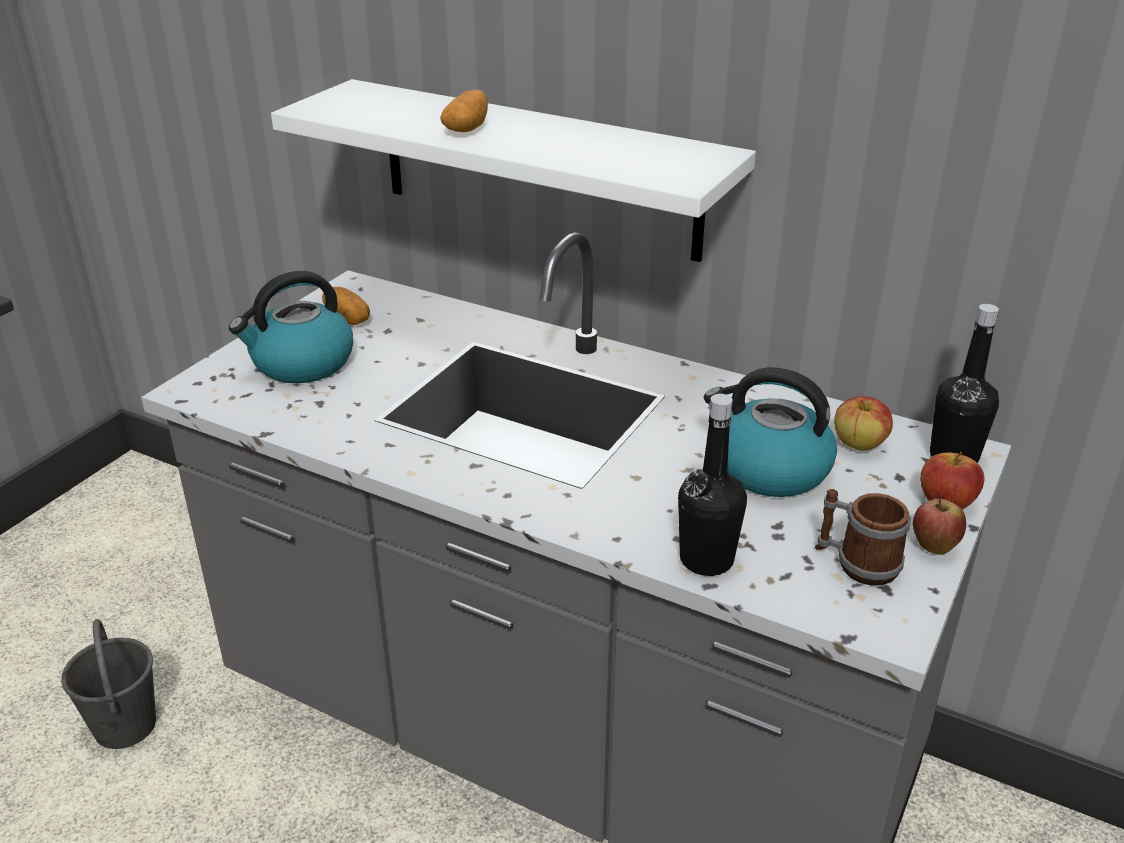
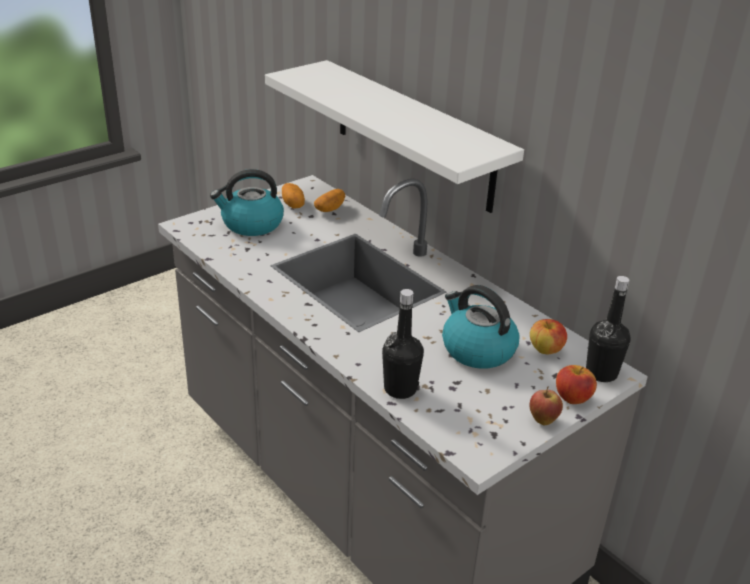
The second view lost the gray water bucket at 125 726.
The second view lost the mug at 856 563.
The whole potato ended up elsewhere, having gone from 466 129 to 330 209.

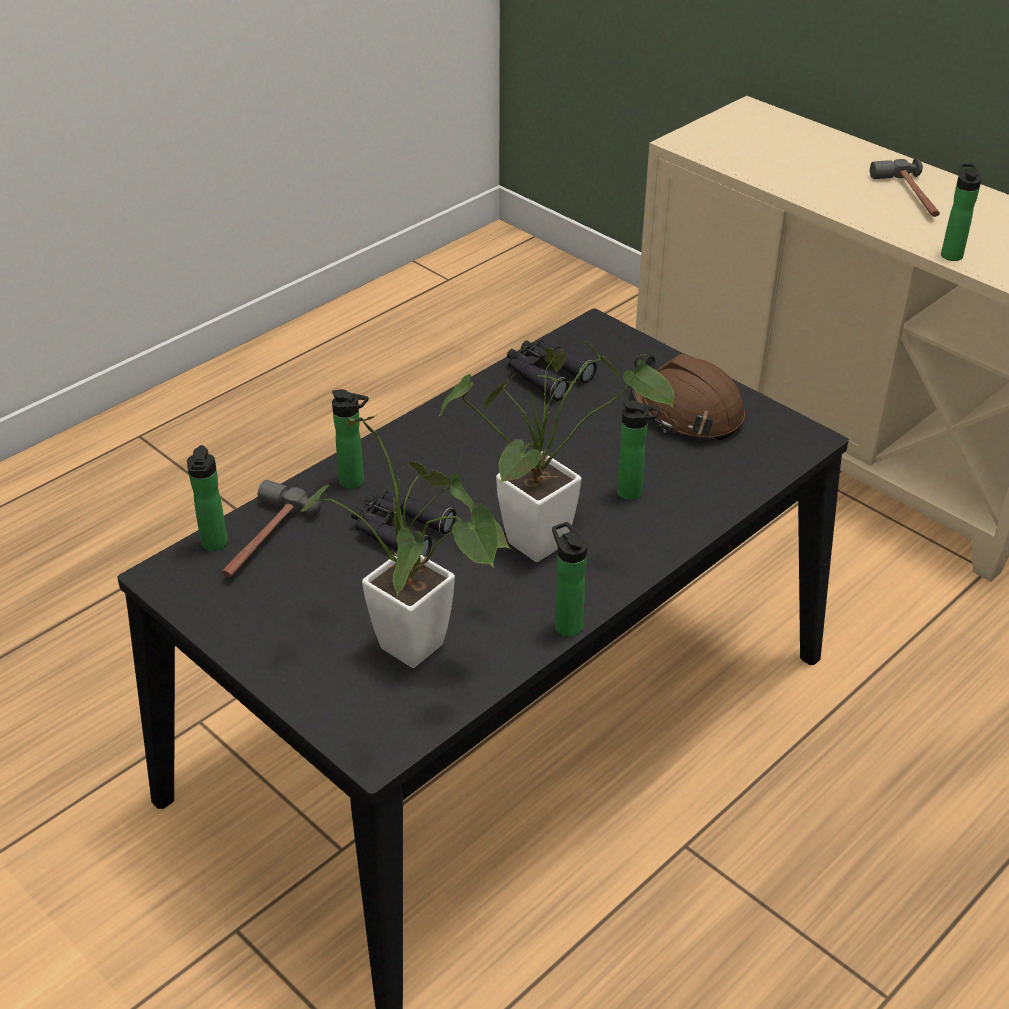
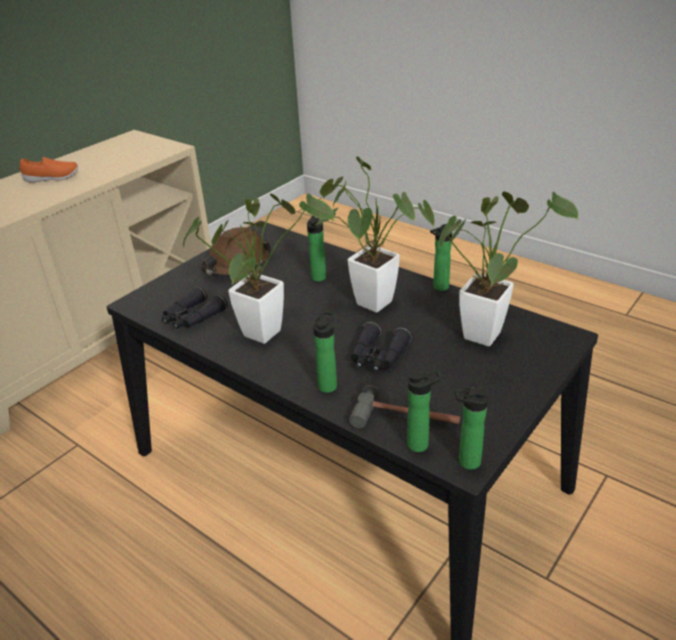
The second view gained the houseplant at 268 329.
The beverage bottle ended up elsewhere, having gone from 951 254 to 466 462.
Where the tool hammer stood at 910 197, the orangey shoe came to stand at 52 178.

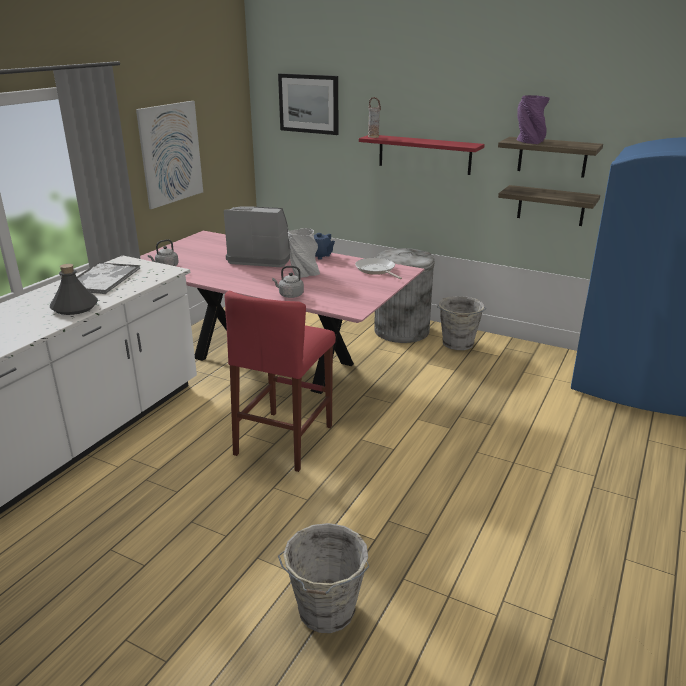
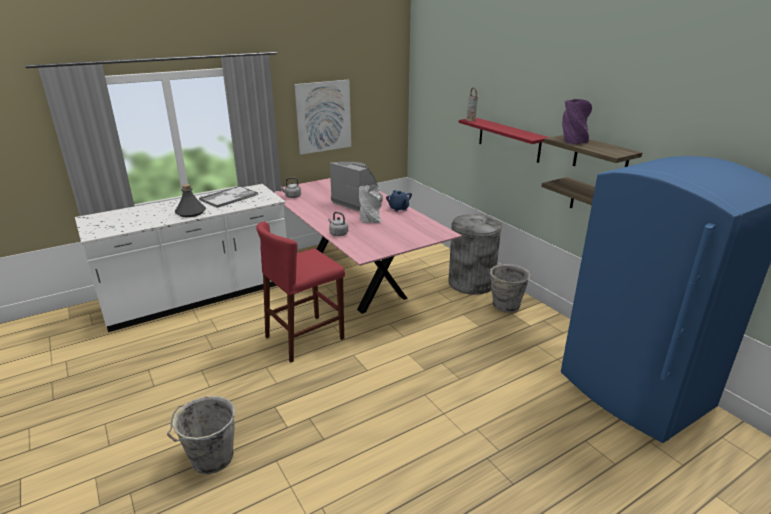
The second view lost the wall art at 309 103.
The second view lost the skillet at 376 270.

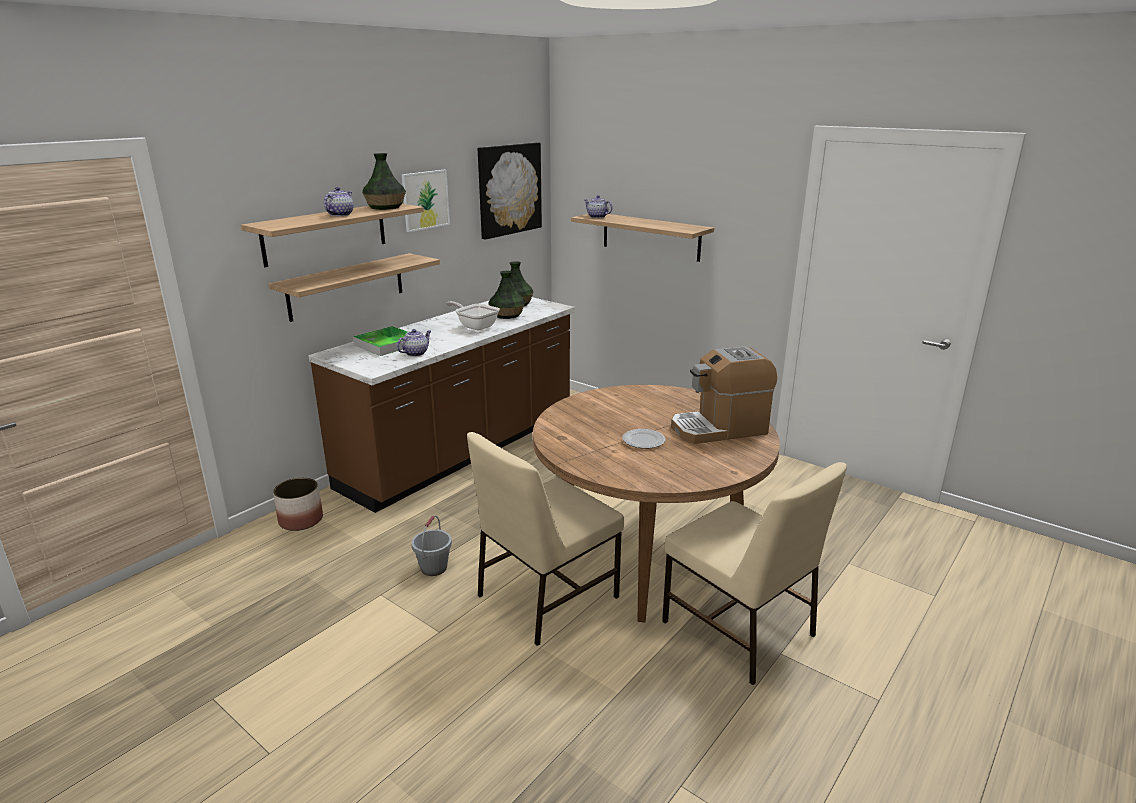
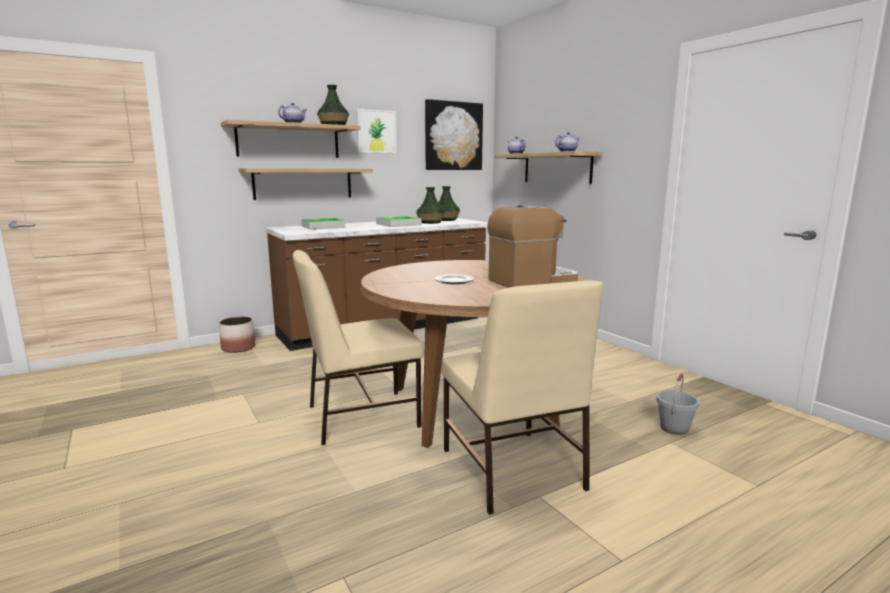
The teapot ended up elsewhere, having gone from 415 353 to 567 152.
The gray water bucket ended up elsewhere, having gone from 433 568 to 674 428.
Where the skillet stood at 475 326, the carrying tray came to stand at 398 224.
The coffee maker at 719 428 ended up facing another way, 150 degrees clockwise from before.

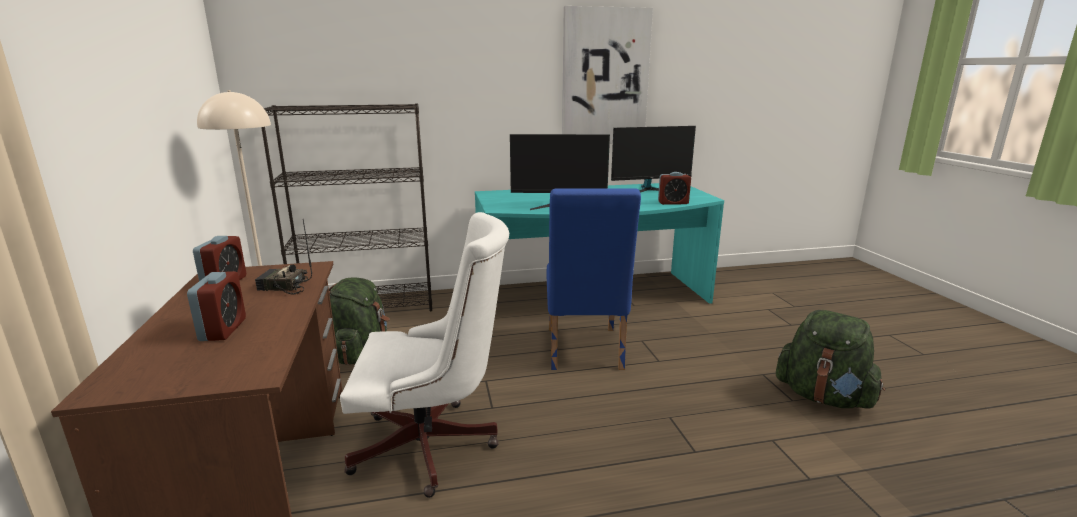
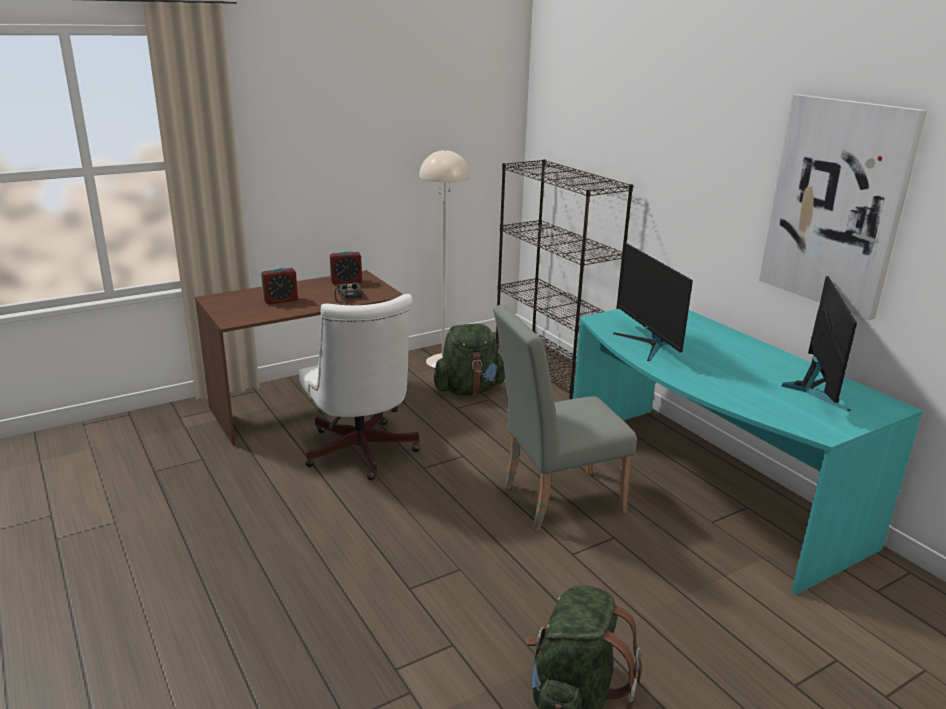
The second view lost the alarm clock at 673 203.
What was the bluish upright chair at 583 352 turned into the gray upright chair at 554 500.
The computer display at 650 190 ended up facing another way, 135 degrees counterclockwise from before.

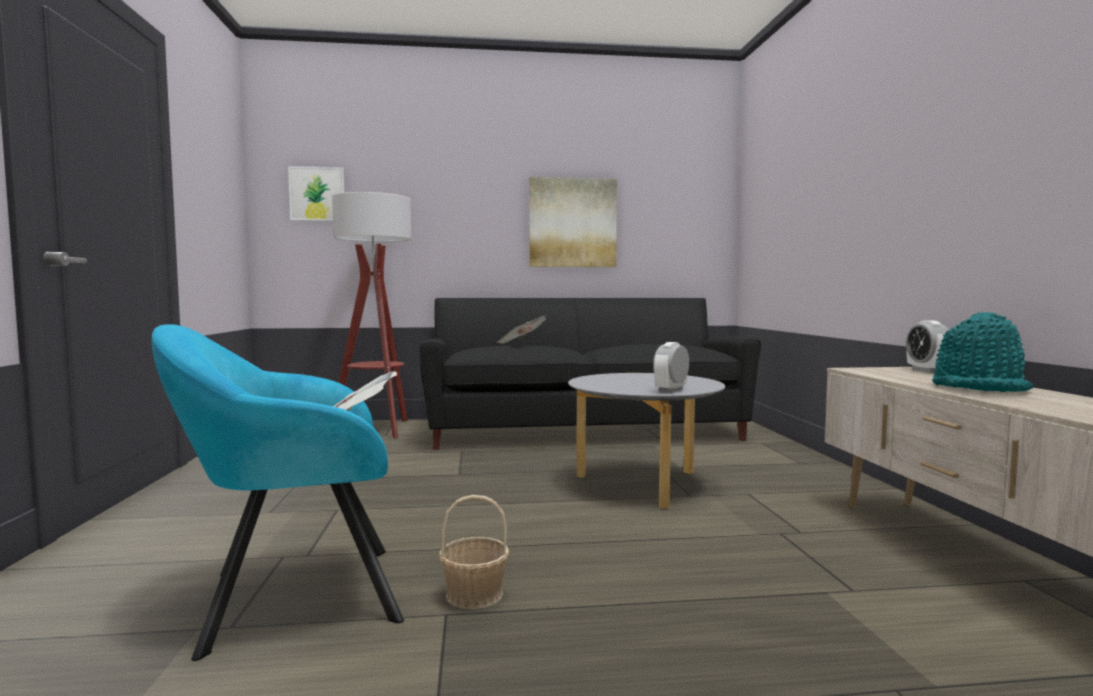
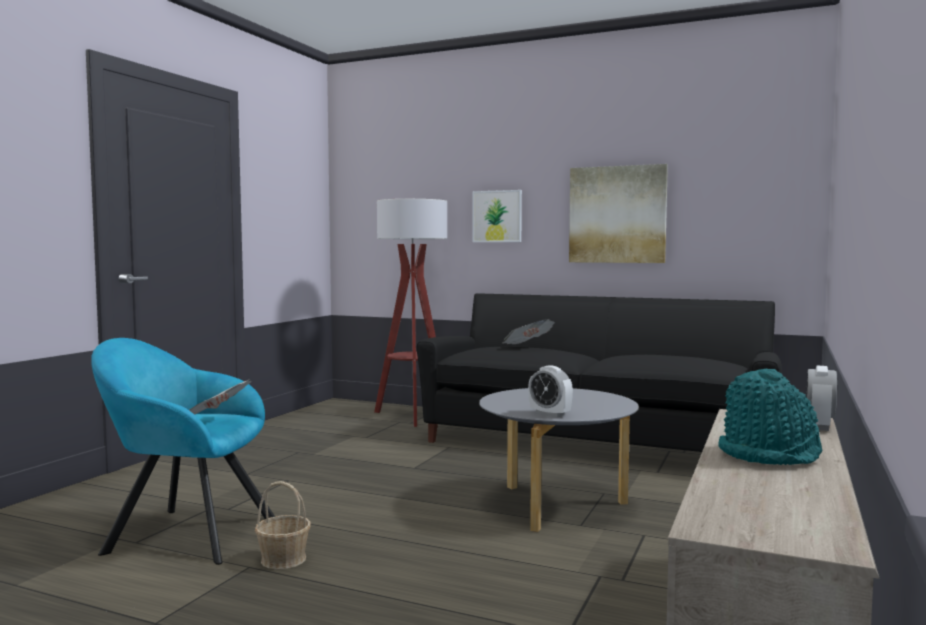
The wall art ended up elsewhere, having gone from 317 194 to 497 216.
The alarm clock at 671 390 ended up facing another way, 120 degrees counterclockwise from before.

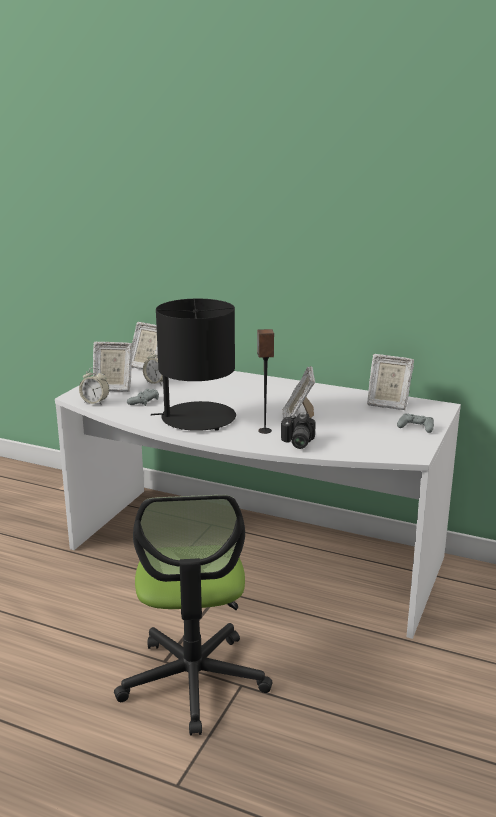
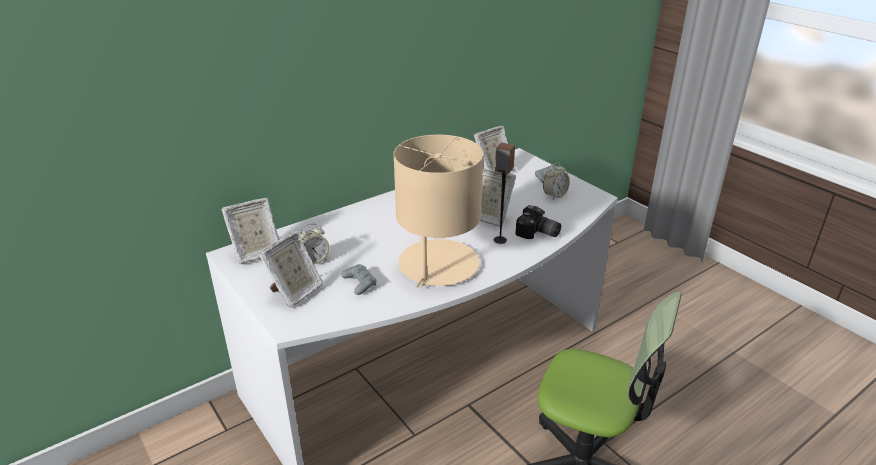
The alarm clock ended up elsewhere, having gone from 95 402 to 554 195.
What was the blackish lamp for a table at 197 418 turned into the beige lamp for a table at 438 265.

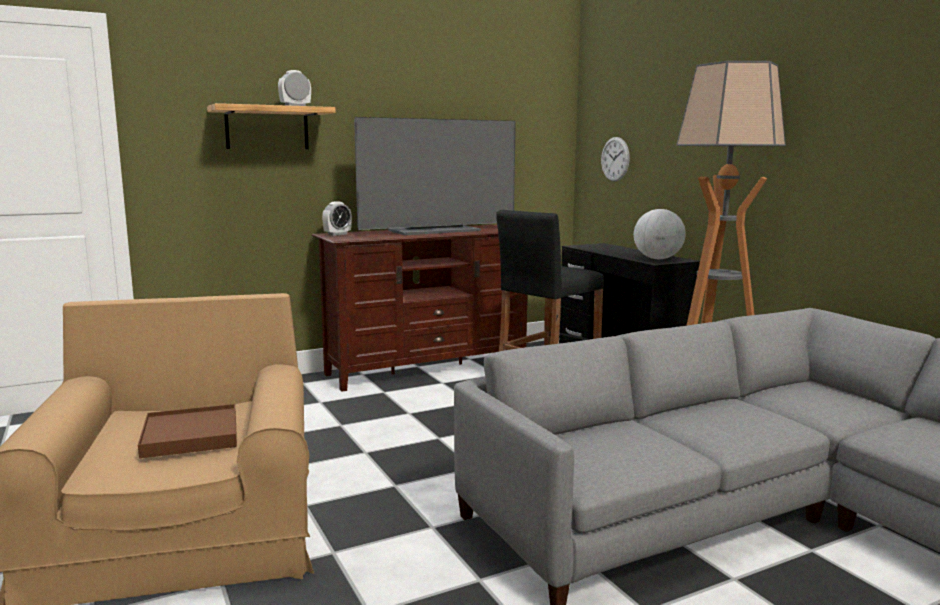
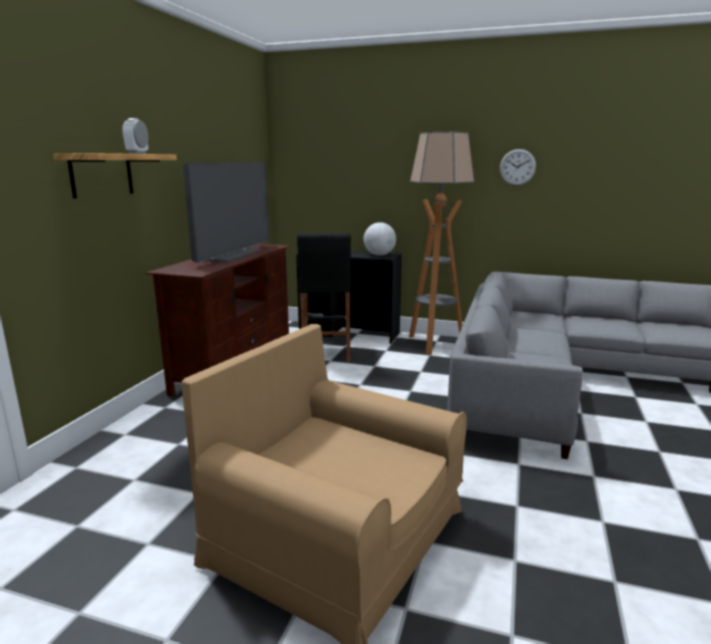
The second view lost the brownish carrying tray at 190 435.
The second view lost the alarm clock at 337 234.
The hanging clock ended up elsewhere, having gone from 615 159 to 517 167.

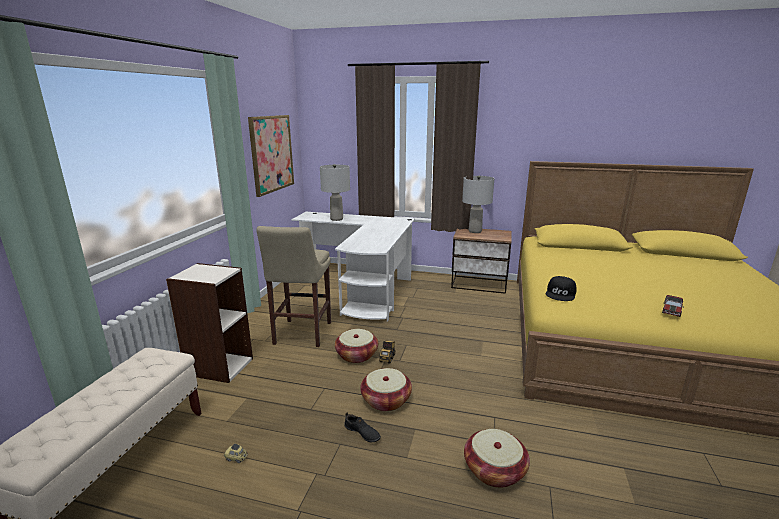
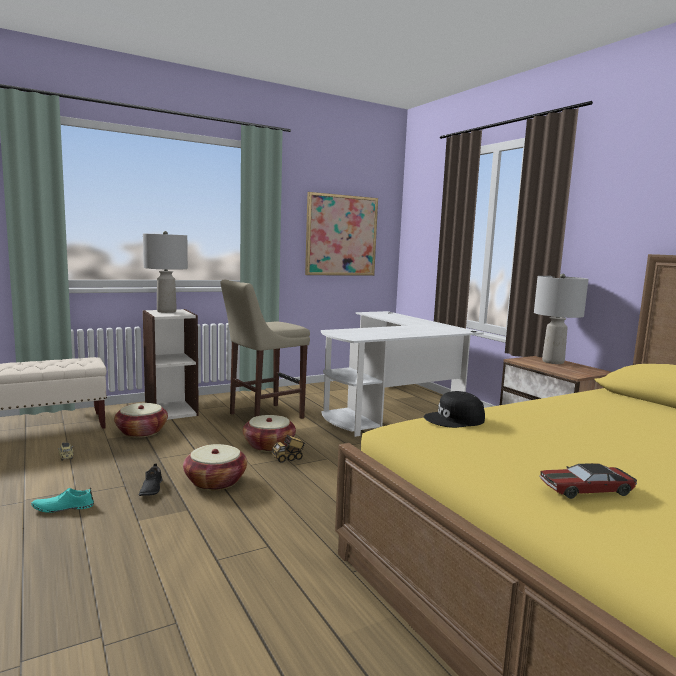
The second view gained the blue-green shoe at 63 507.
The gray lamp for a table ended up elsewhere, having gone from 337 219 to 167 311.
The household basket ended up elsewhere, having gone from 494 470 to 141 432.

